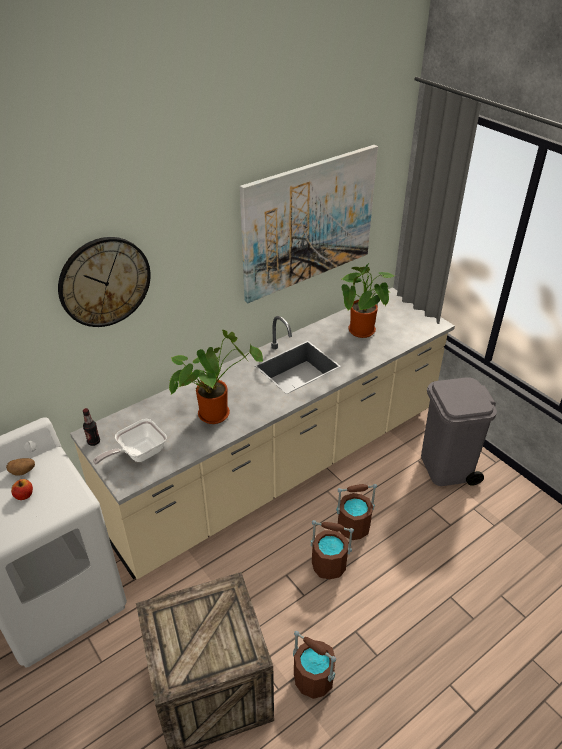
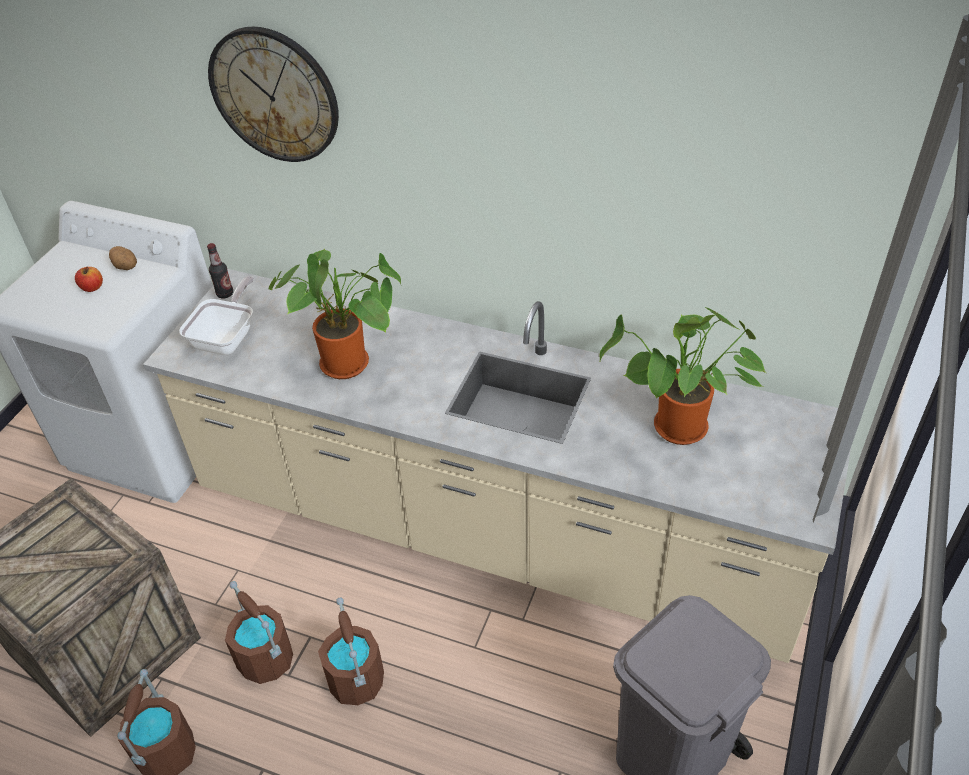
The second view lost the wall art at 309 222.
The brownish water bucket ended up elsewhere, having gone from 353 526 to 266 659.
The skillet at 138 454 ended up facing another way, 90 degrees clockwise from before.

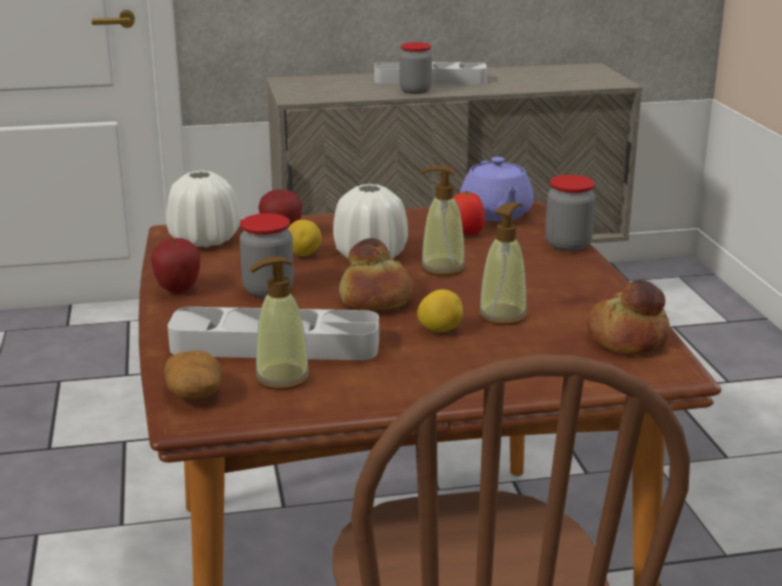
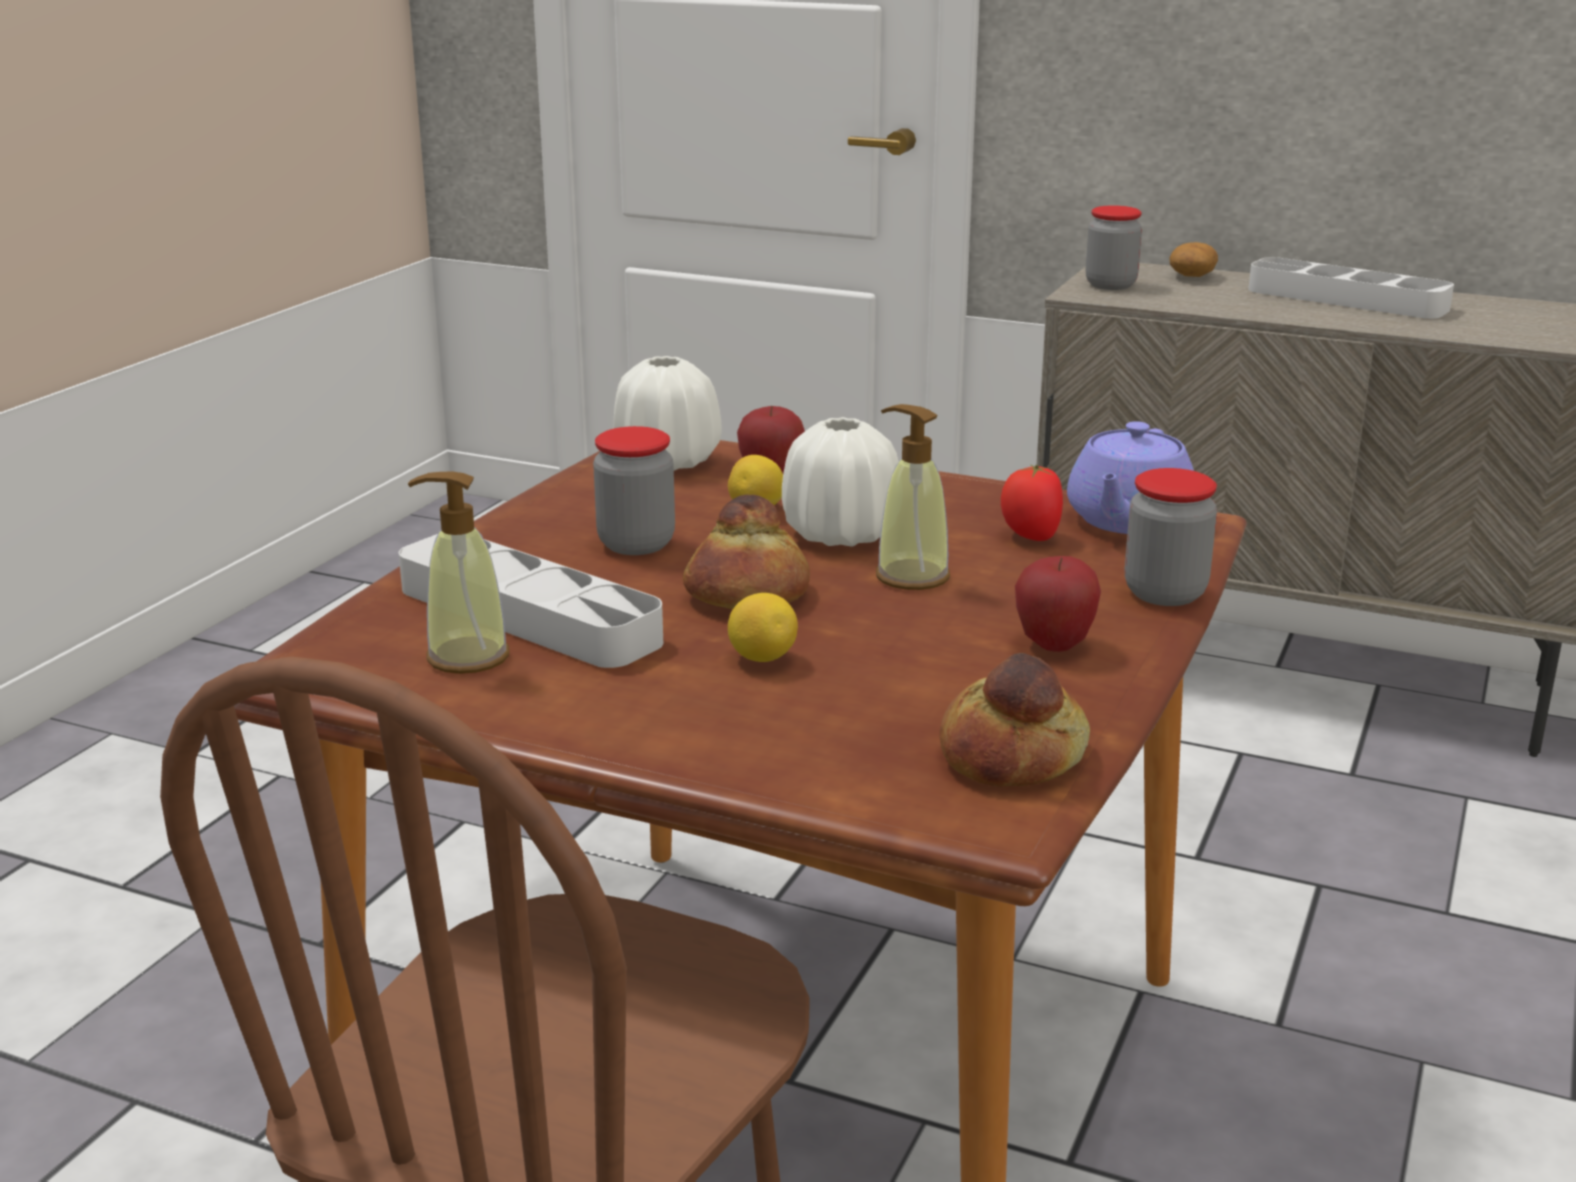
The second view lost the liquid soap bottle at 502 315.
The apple fruit ended up elsewhere, having gone from 178 290 to 1054 645.
The whole potato ended up elsewhere, having gone from 195 394 to 1191 276.
The storage jar ended up elsewhere, having gone from 415 91 to 1110 285.

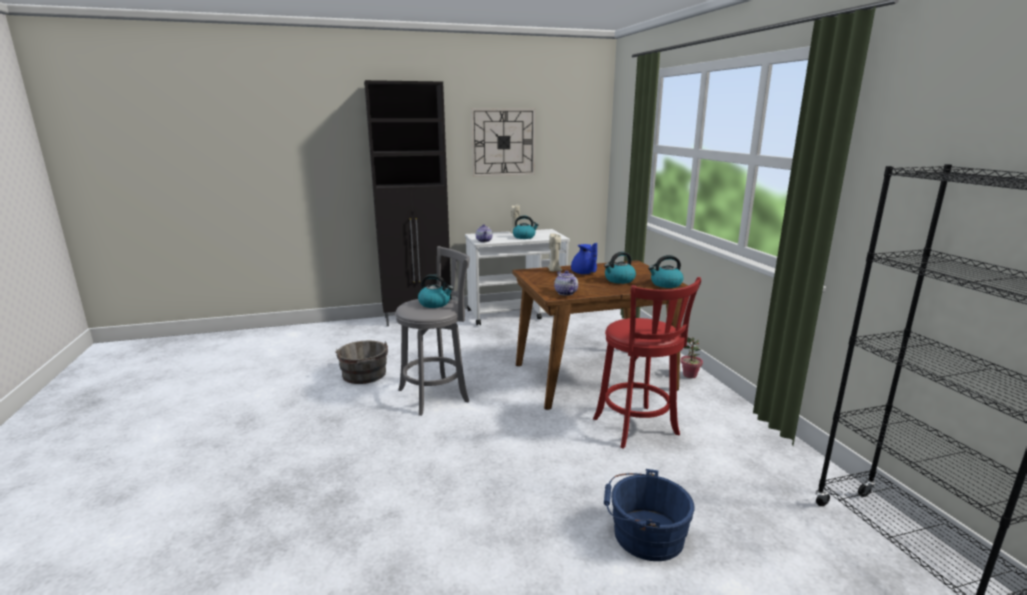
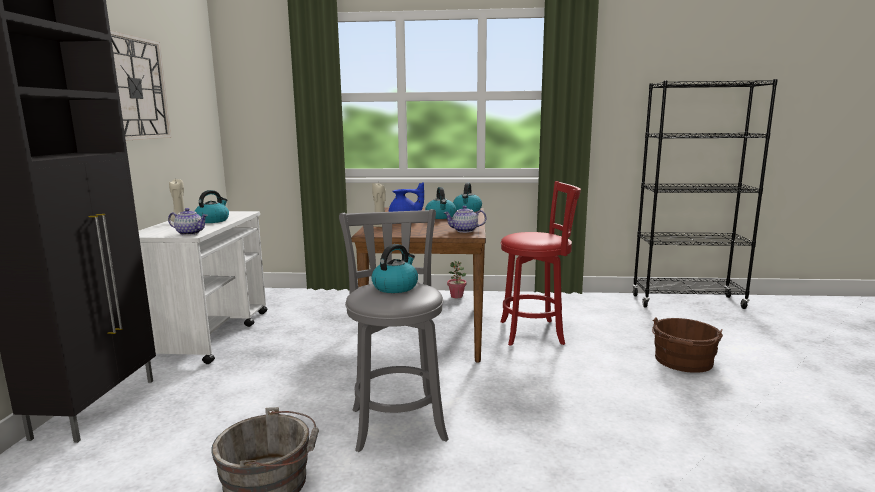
What was the bluish water bucket at 644 534 turned into the brownish water bucket at 683 362.

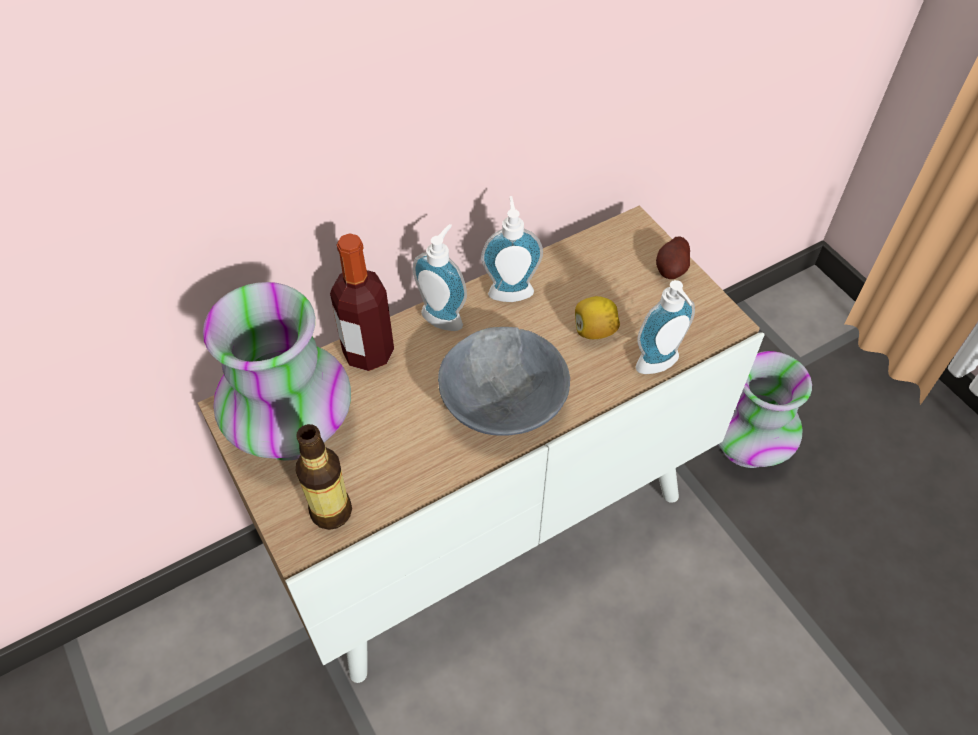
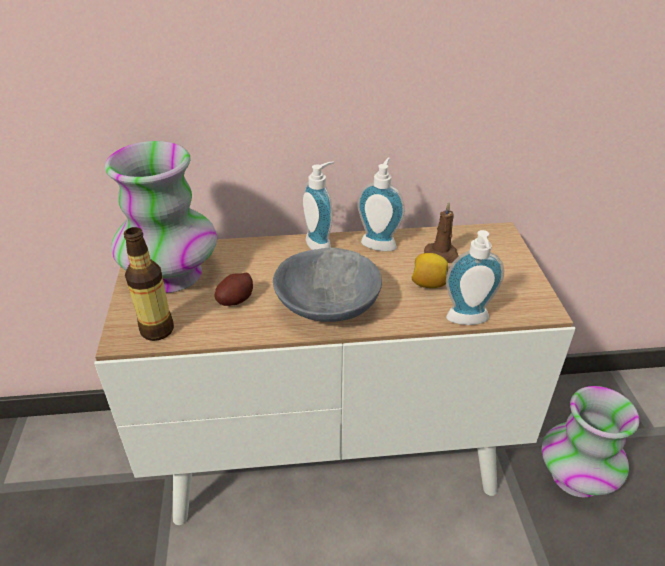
The second view lost the beverage bottle at 368 352.
The second view gained the brownish wax candle at 443 255.
The whole potato ended up elsewhere, having gone from 671 269 to 235 300.

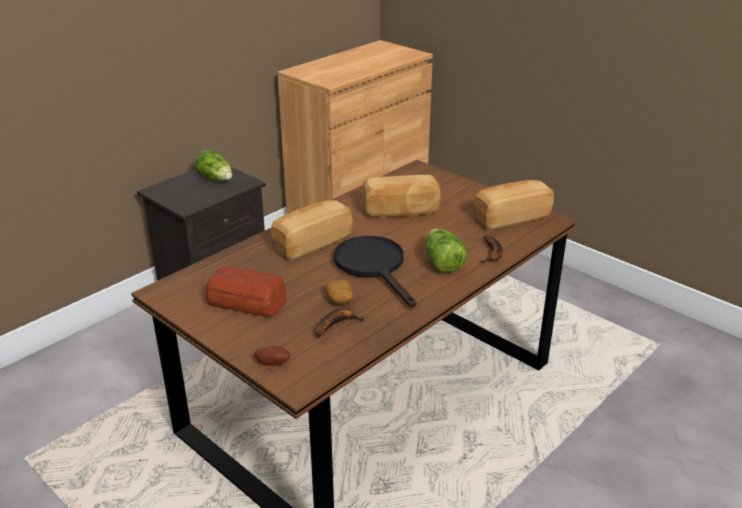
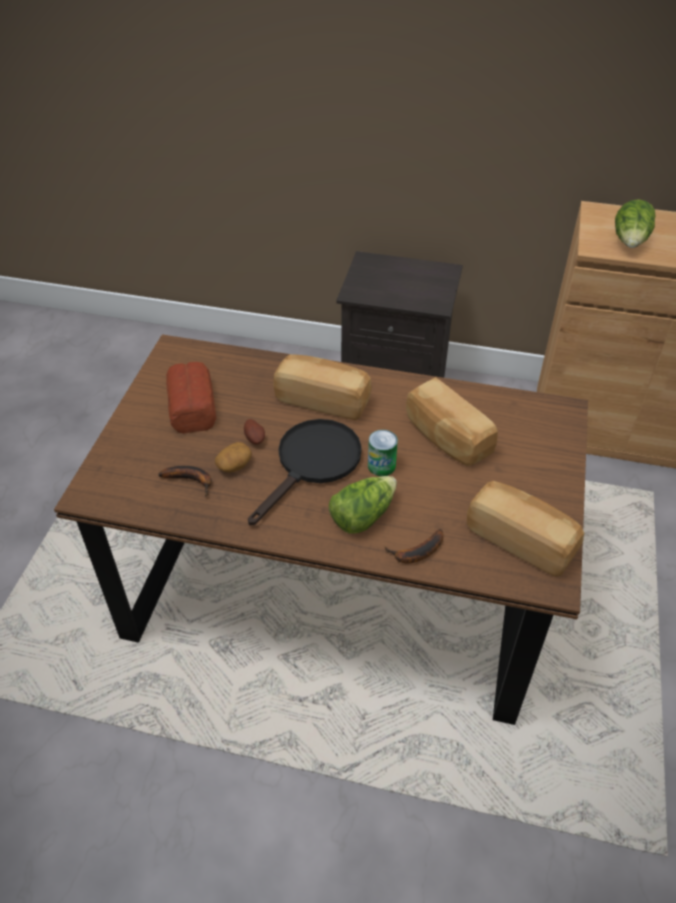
The second view gained the metal can at 381 466.
The head of lettuce ended up elsewhere, having gone from 216 179 to 630 241.
The whole potato ended up elsewhere, having gone from 273 362 to 255 438.

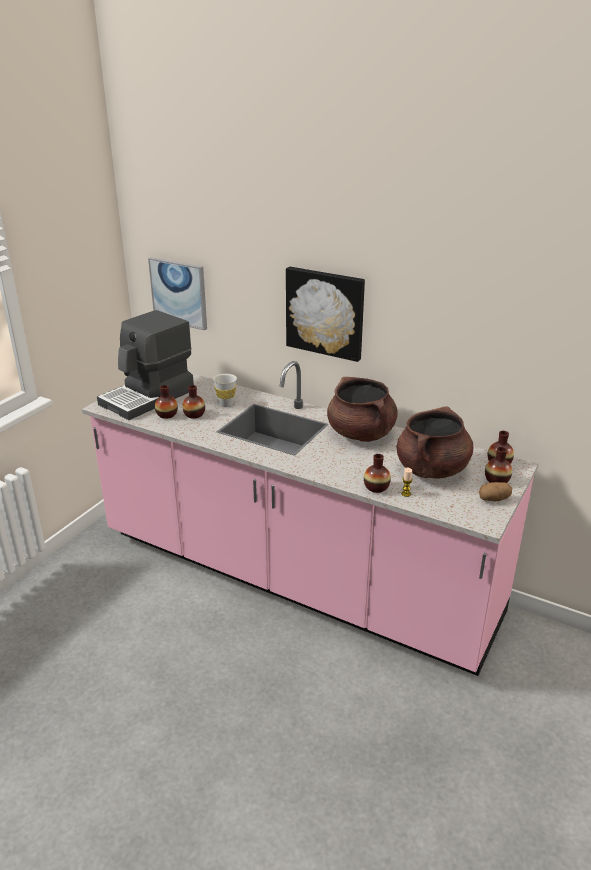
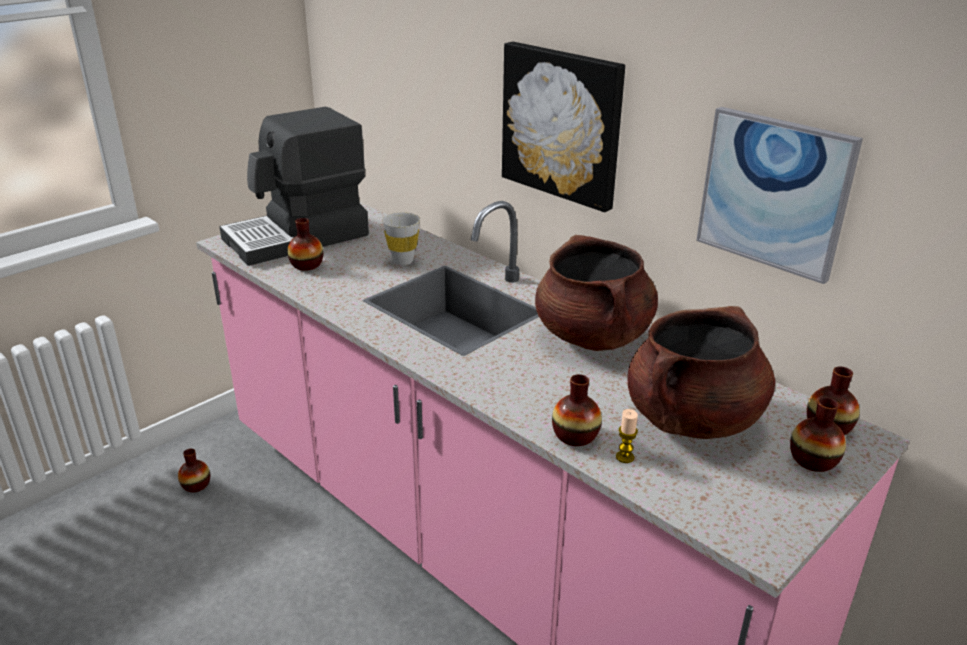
The second view lost the whole potato at 494 499.
The wall art ended up elsewhere, having gone from 179 293 to 774 192.
The decorative vase ended up elsewhere, having gone from 194 414 to 196 485.

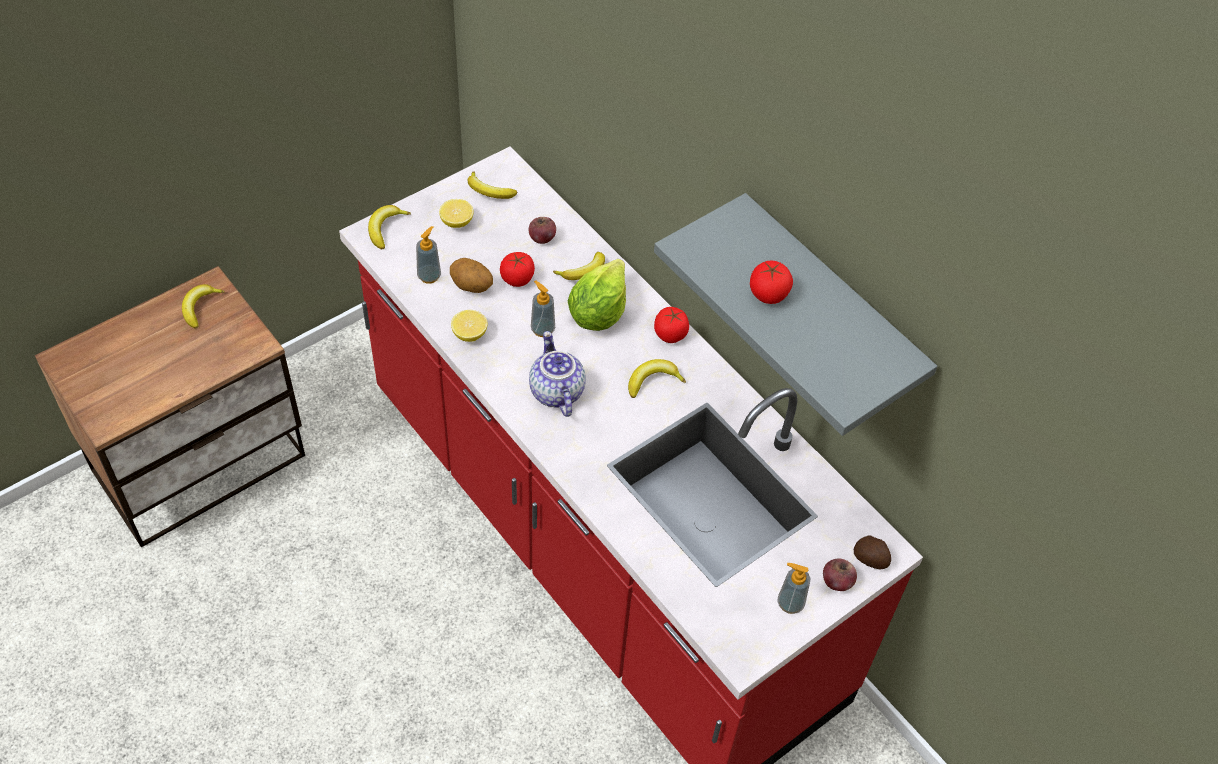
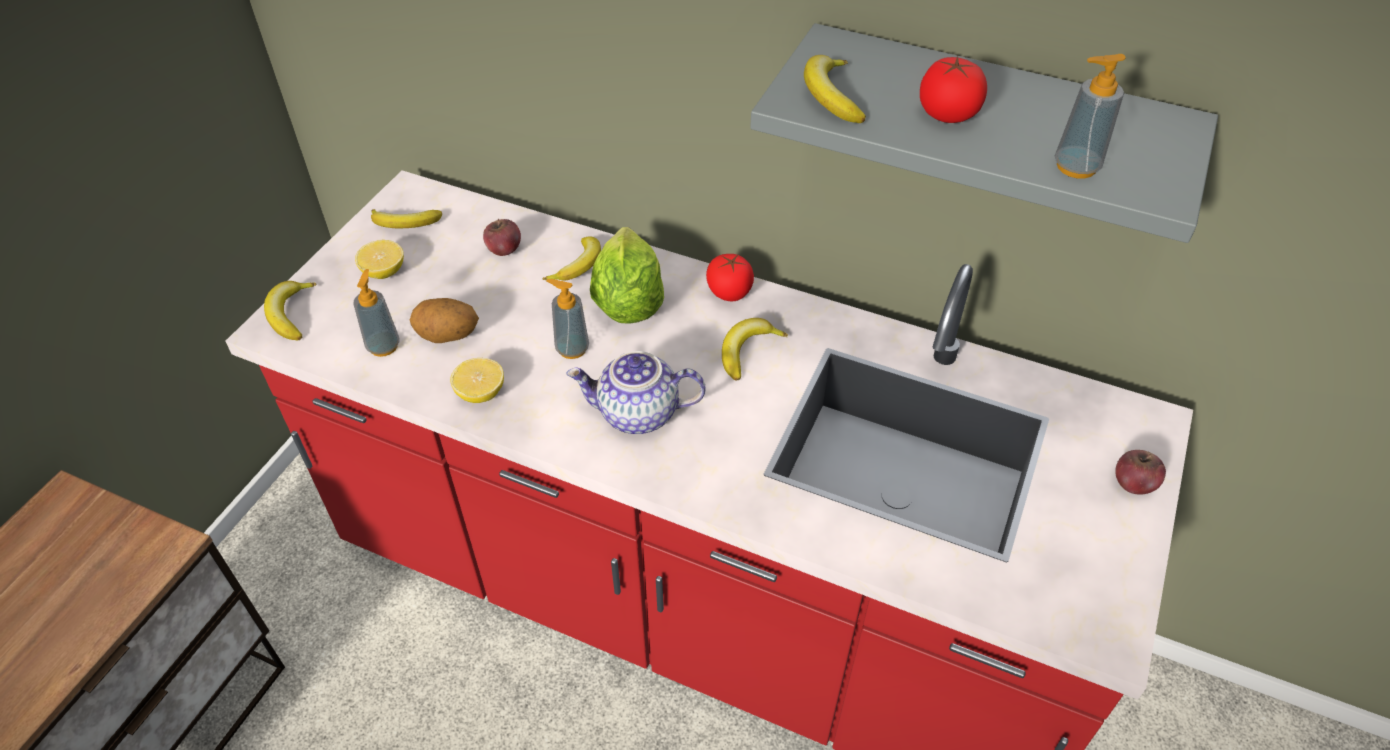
The second view lost the tomato at 517 278.
The second view lost the whole potato at 870 559.
The banana ended up elsewhere, having gone from 200 307 to 831 96.
The liquid soap bottle ended up elsewhere, having gone from 790 603 to 1076 167.
The teapot at 555 392 ended up facing another way, 45 degrees counterclockwise from before.

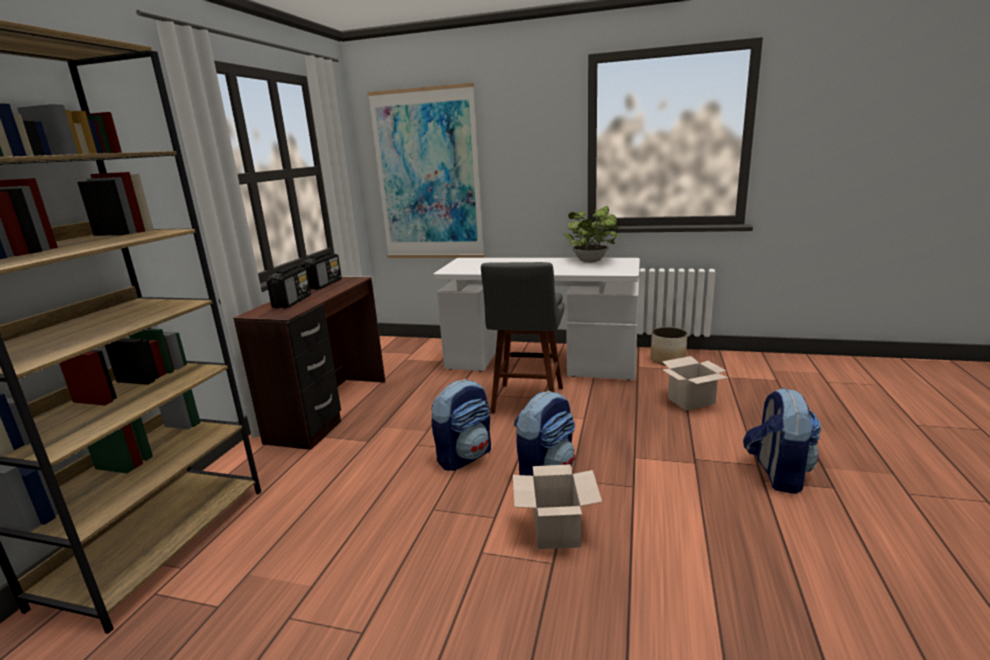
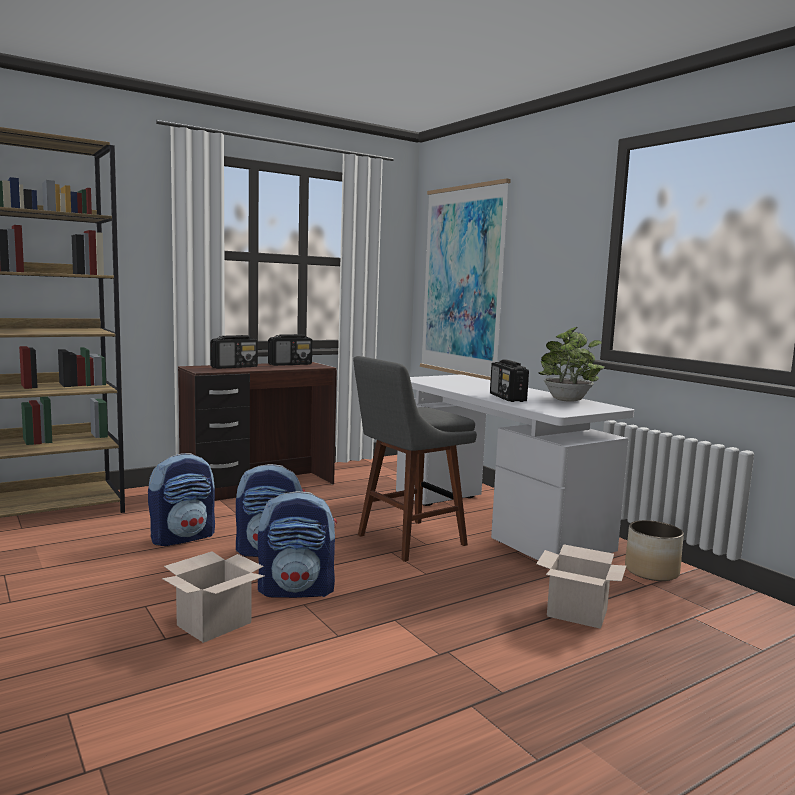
The second view gained the radio set at 507 398.
The knapsack ended up elsewhere, having gone from 777 474 to 183 537.

